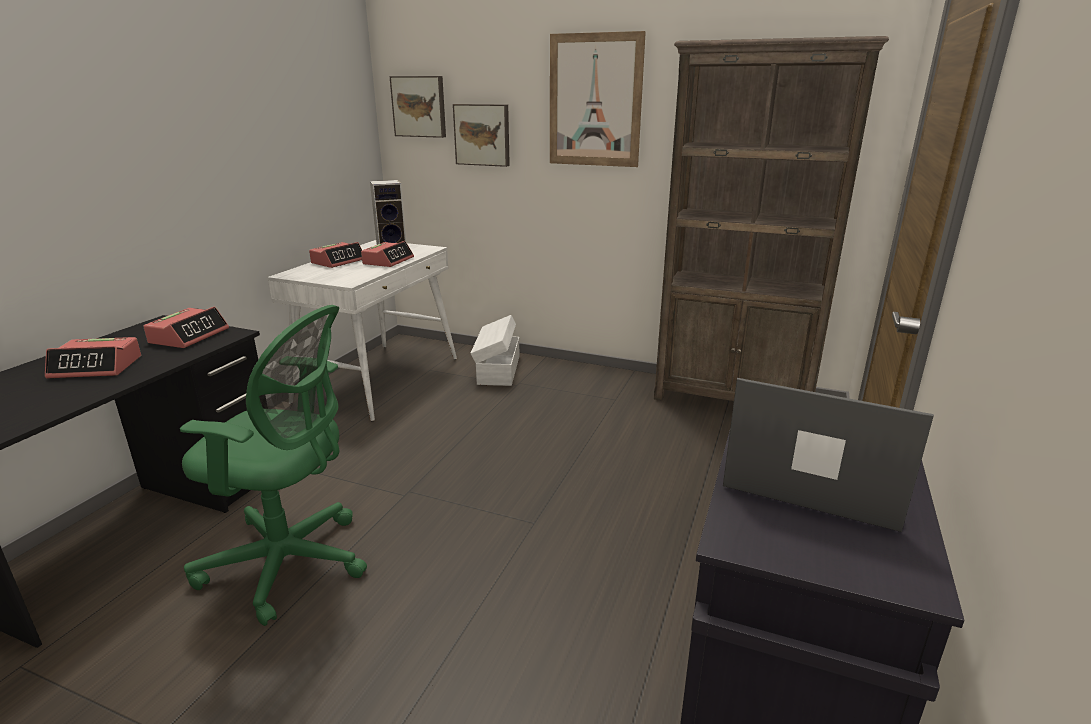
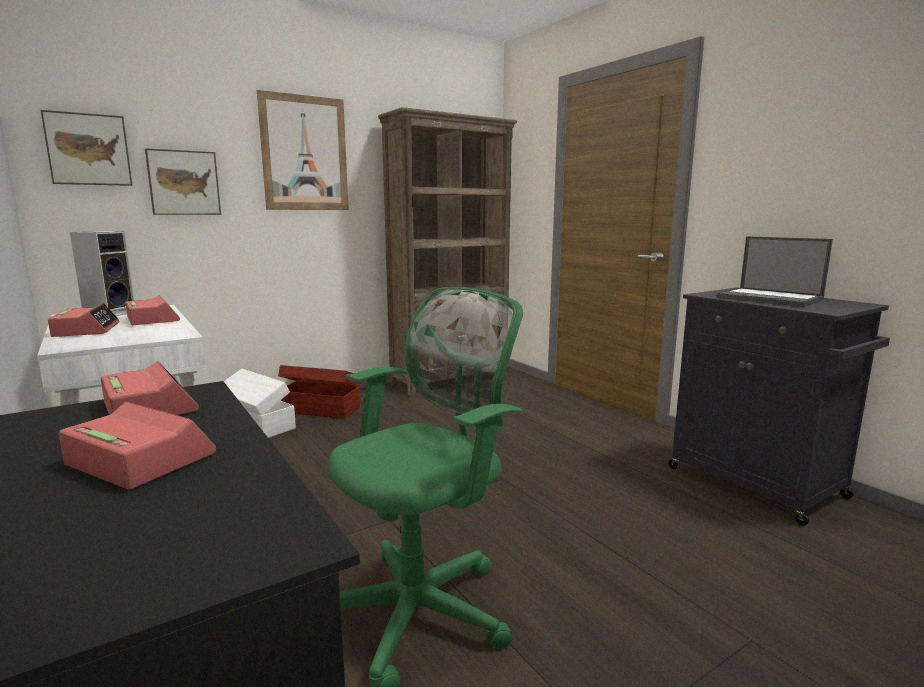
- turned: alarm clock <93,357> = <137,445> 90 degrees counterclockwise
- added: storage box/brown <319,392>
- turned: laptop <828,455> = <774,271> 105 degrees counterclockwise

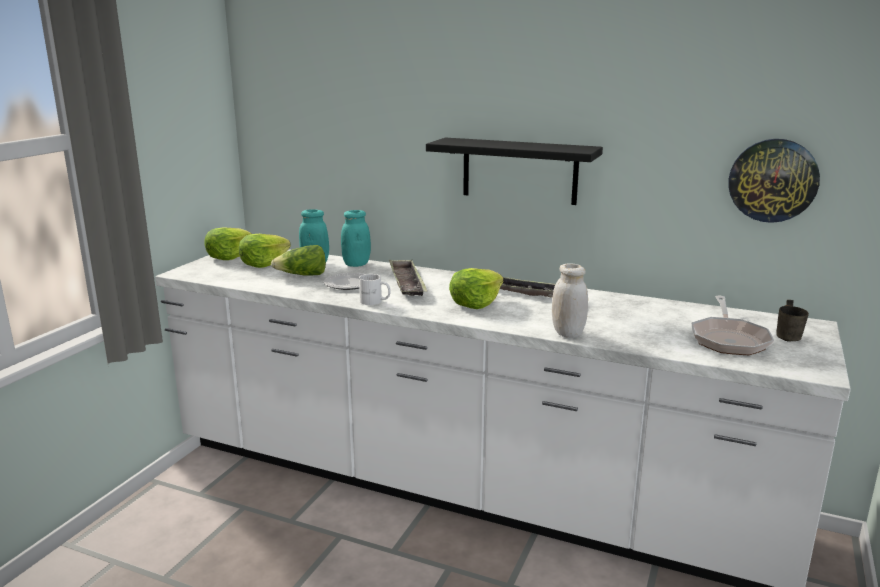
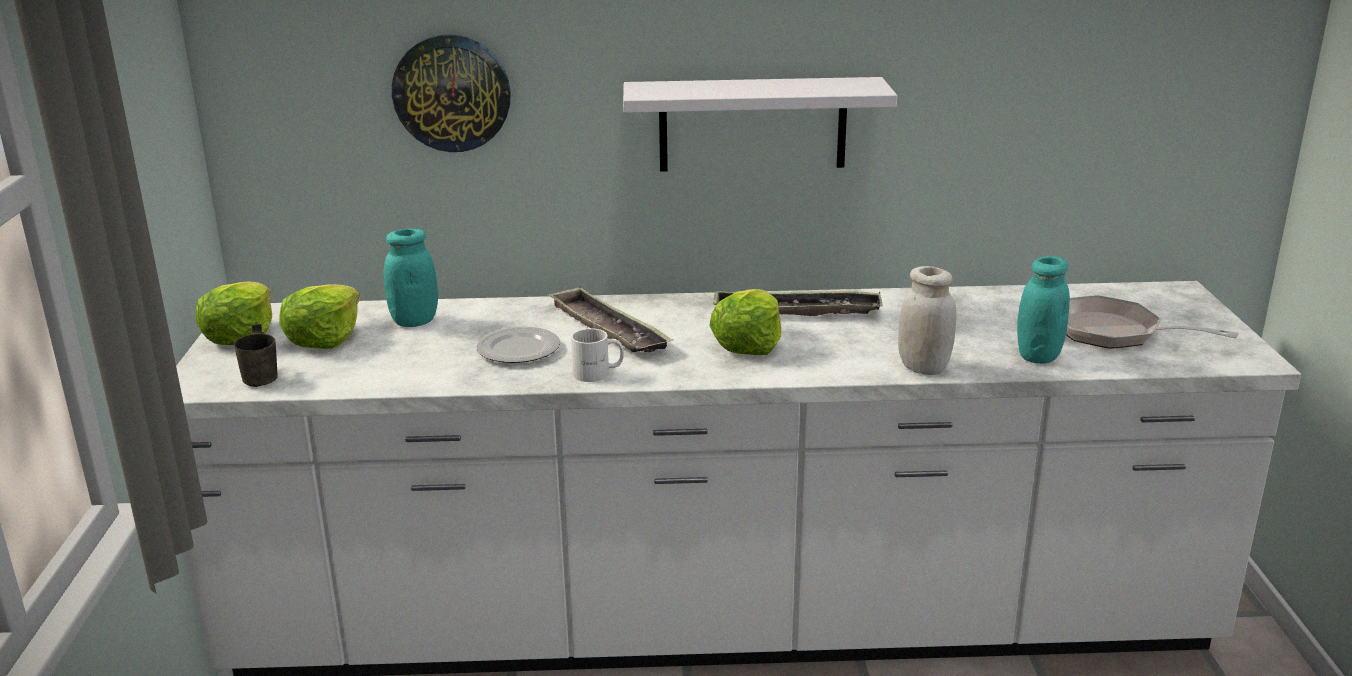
- moved: mug/grey <792,321> to <256,355>
- moved: wall clock <774,181> to <451,93>
- recoloured: shelf/black <514,171> to shelf/white <760,124>
- moved: jar/turquoise <356,238> to <1043,310>
- turned: frying pan <733,325> = <1152,322> 135 degrees clockwise
- removed: lettuce <298,260>

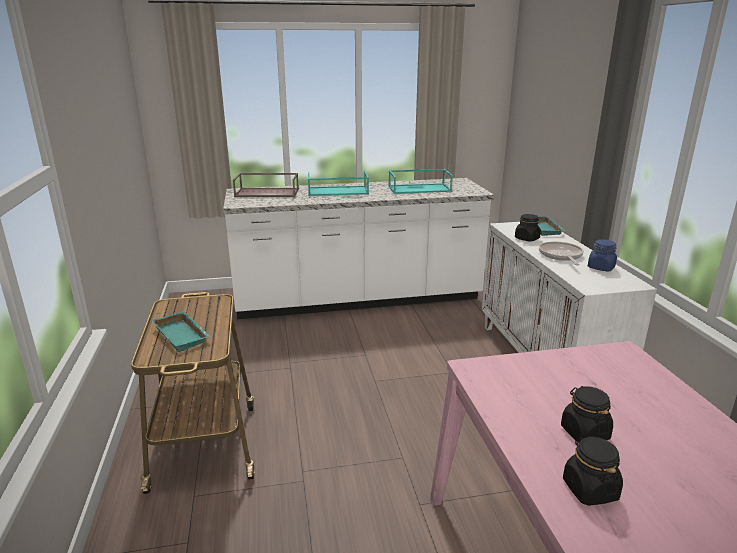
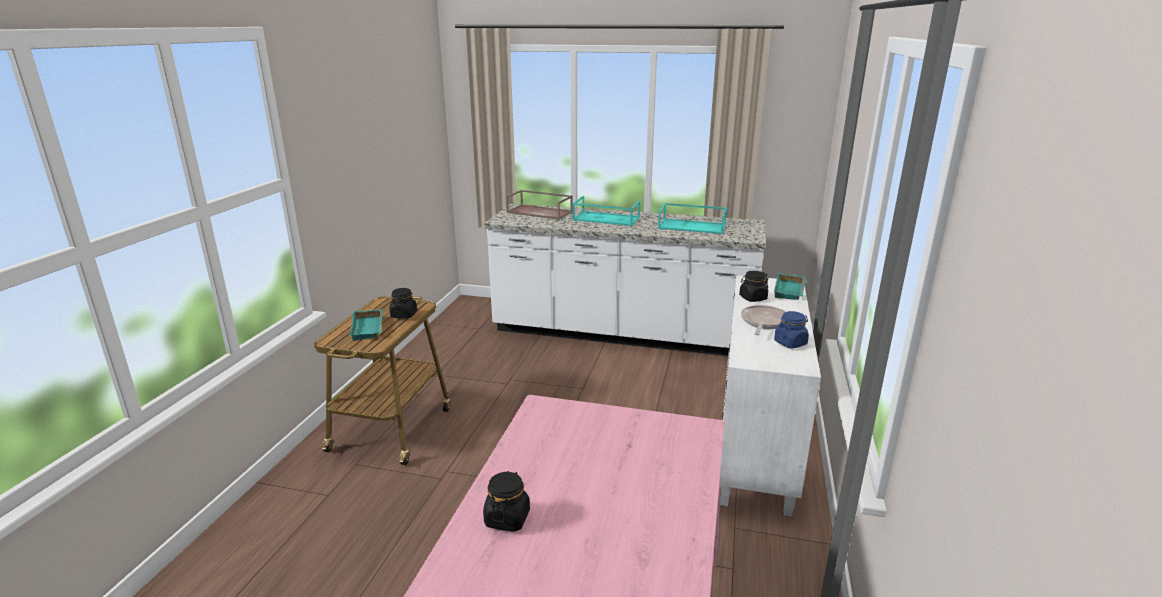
- moved: jar/black <587,414> to <403,303>

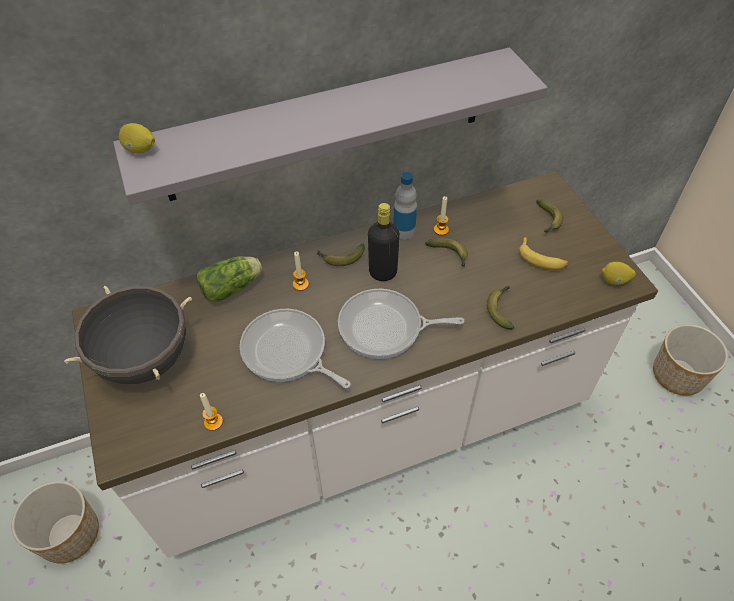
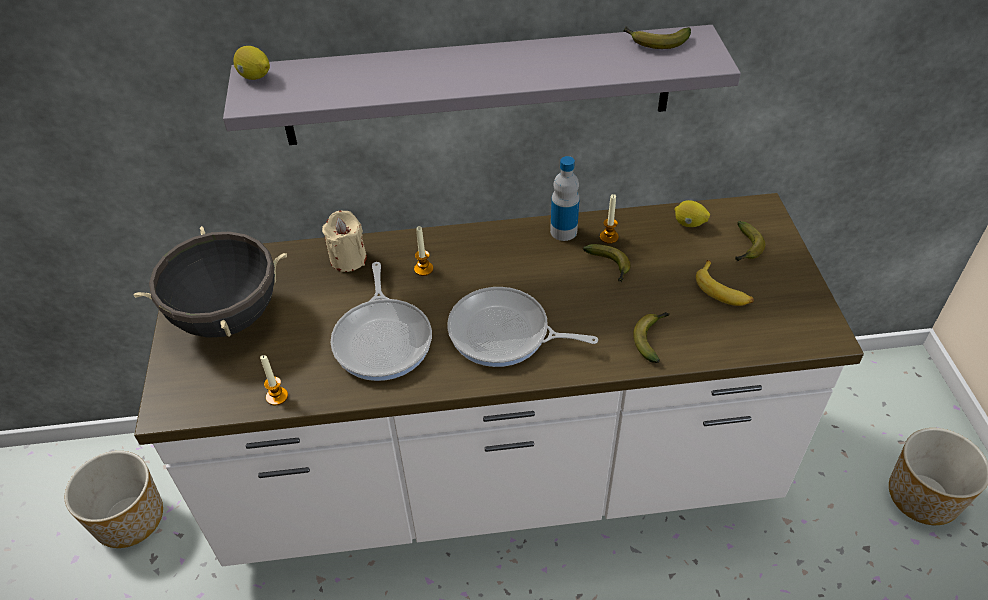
- replaced: lettuce <229,279> to candle/beige <344,241>
- turned: frying pan <295,348> = <381,321> 150 degrees counterclockwise
- moved: banana <340,254> to <657,37>
- moved: lemon <618,273> to <692,213>
- removed: bottle/black <384,242>

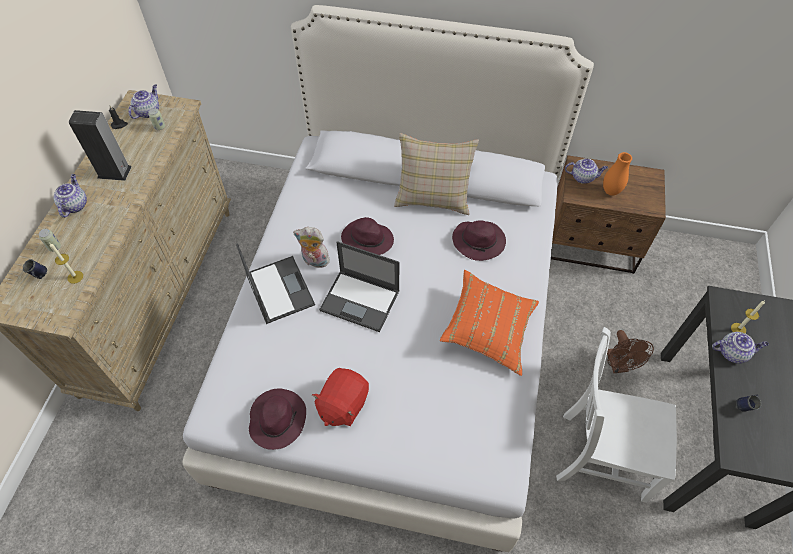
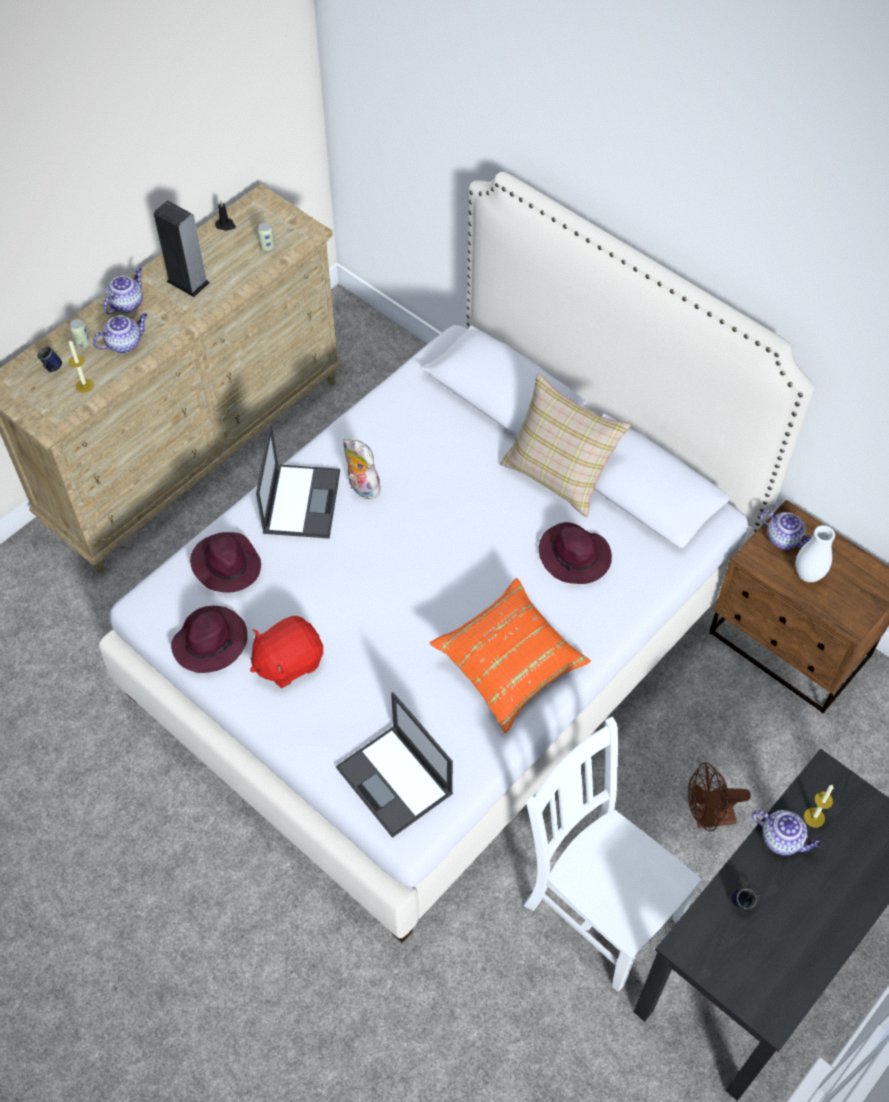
- moved: teapot <143,101> to <120,333>
- moved: hat/purple <367,236> to <225,562>
- moved: laptop <359,286> to <394,765>
- turned: fan/brown <630,351> = <719,796> 60 degrees clockwise
- recoloured: vase/orange <617,174> to vase/white <815,553>

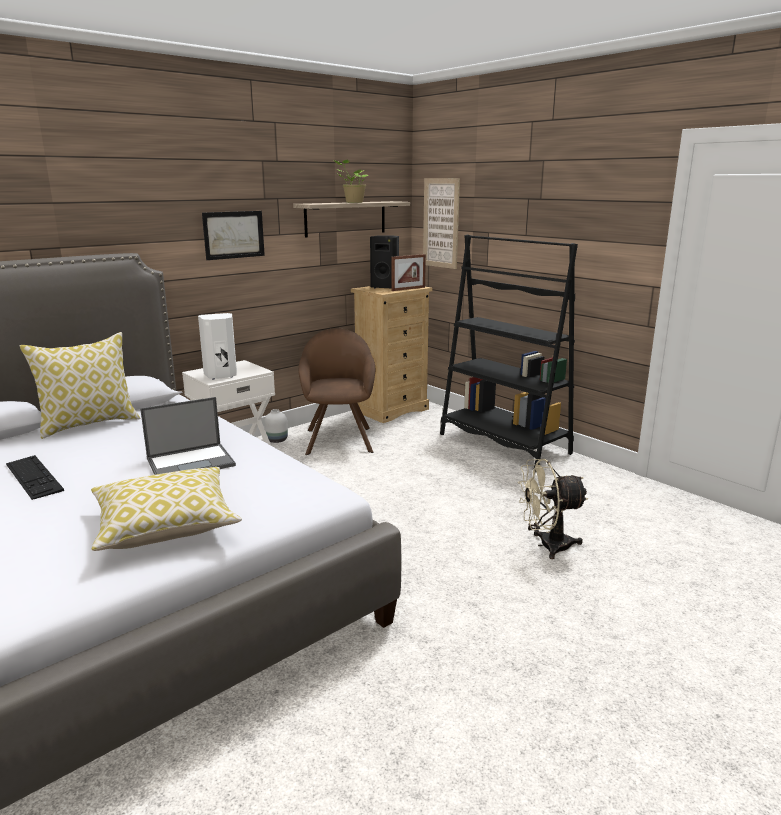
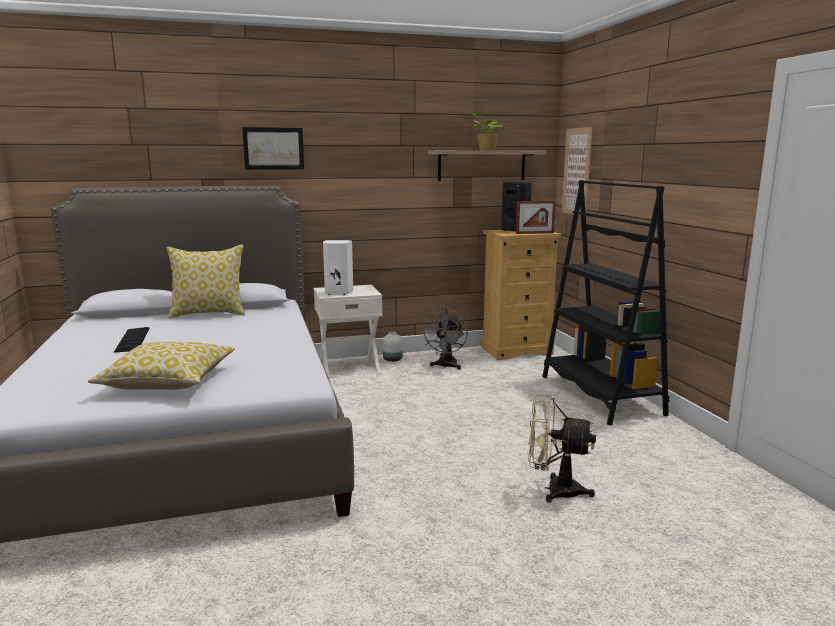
- moved: picture <233,235> to <273,148>
- replaced: armchair/brown <336,391> to fan/grey <444,339>
- removed: laptop <188,436>

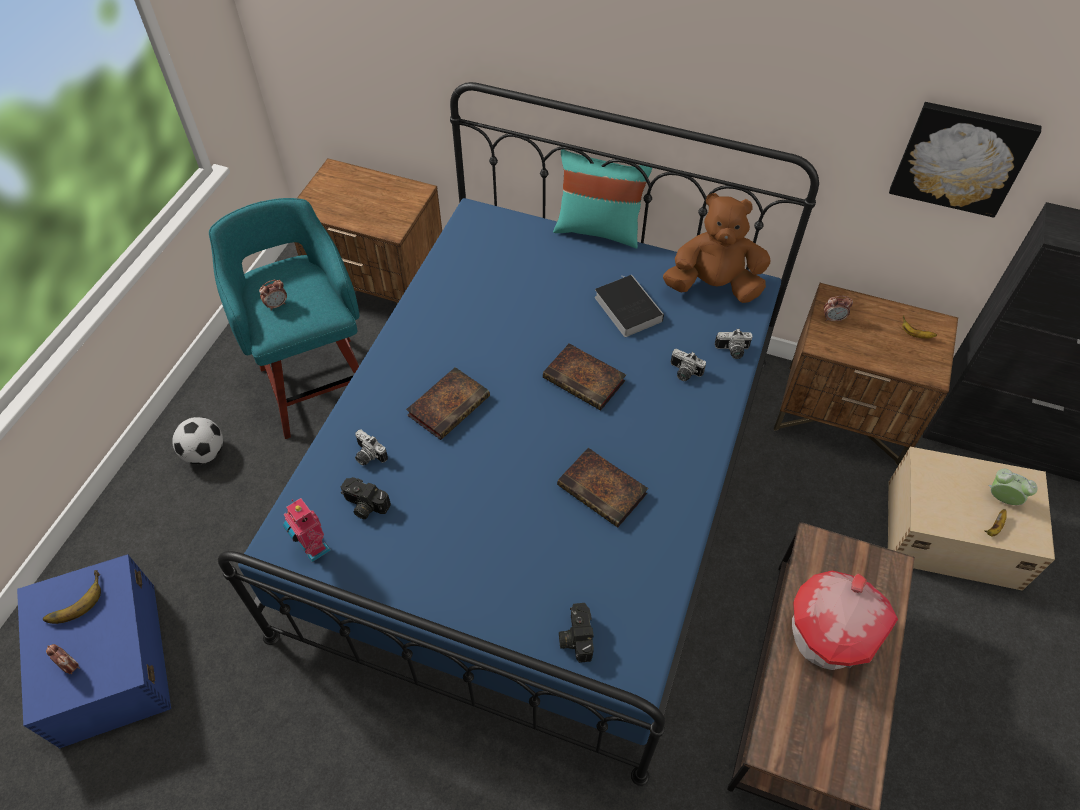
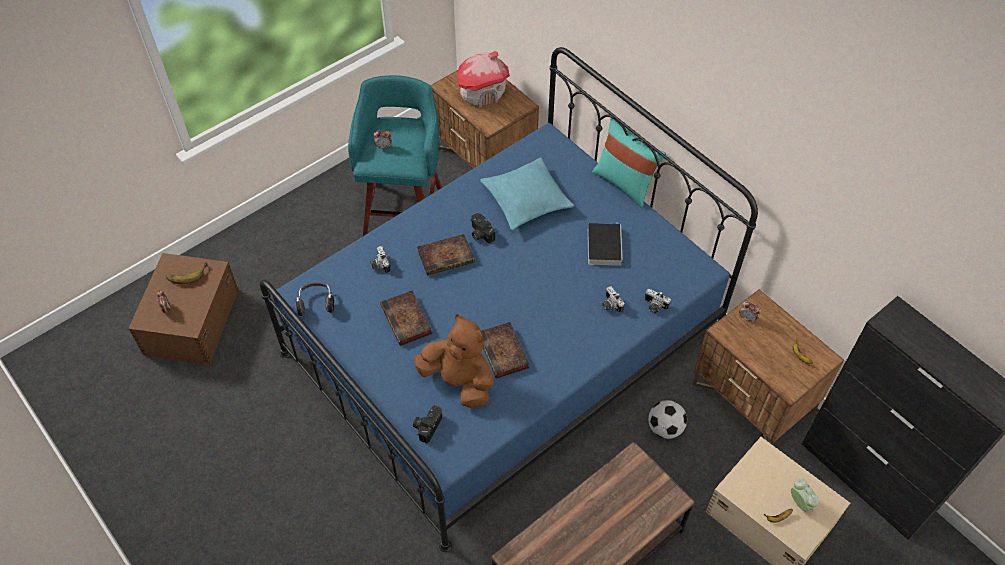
- recoloured: storage box/blue <94,651> to storage box/brown <183,309>
- replaced: toy robot <307,530> to headphones <314,299>
- moved: book <584,377> to <406,318>
- moved: plush toy/brown <717,248> to <454,361>
- moved: toy house <845,620> to <483,79>
- moved: photo camera <366,498> to <482,228>
- added: pillow/turquoise <527,194>
- moved: football <197,440> to <667,419>
- removed: picture <965,160>

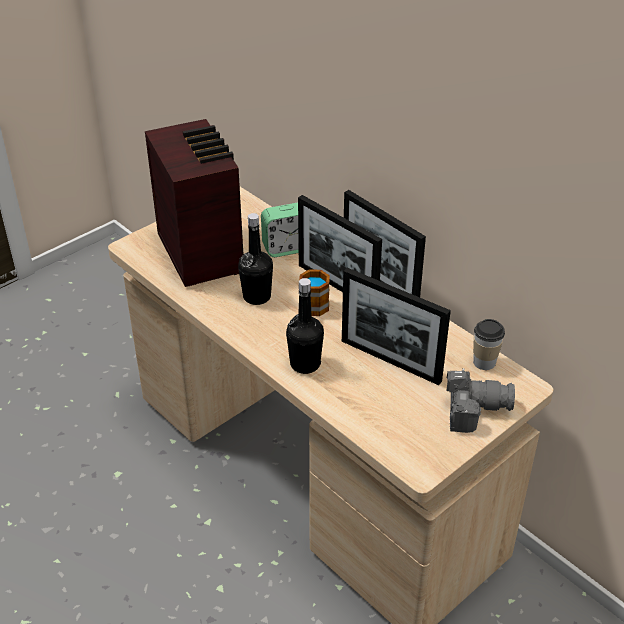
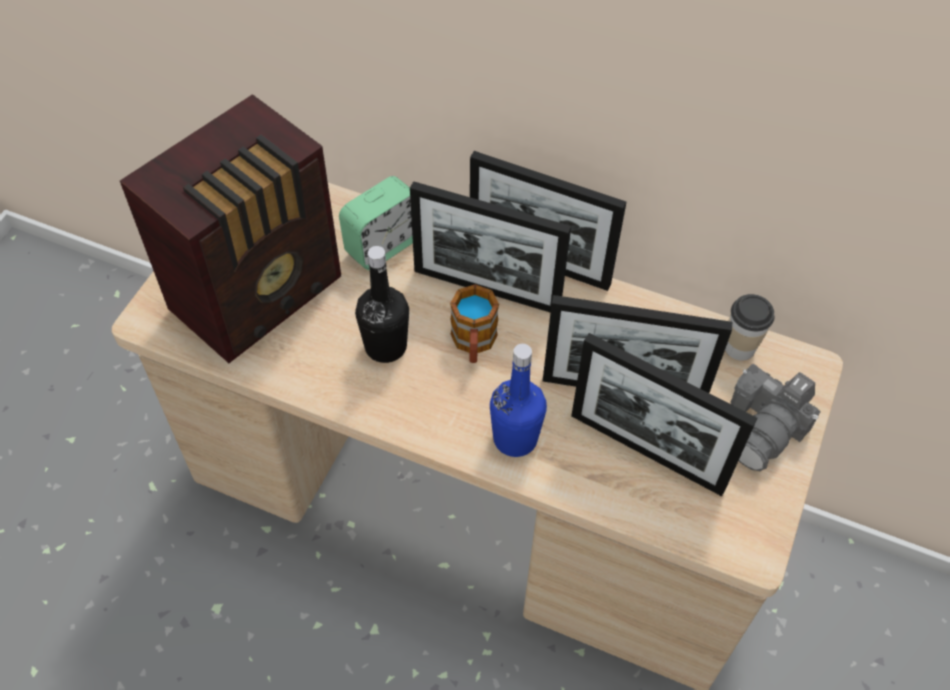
- turned: radio <194,203> = <230,228> 90 degrees clockwise
- recoloured: bottle/black <305,326> to bottle/blue <518,400>
- added: picture frame <664,414>
- turned: photo camera <480,400> = <775,417> 150 degrees clockwise

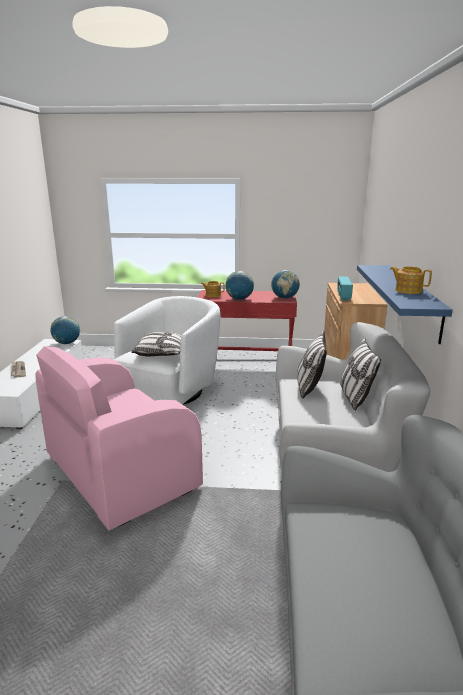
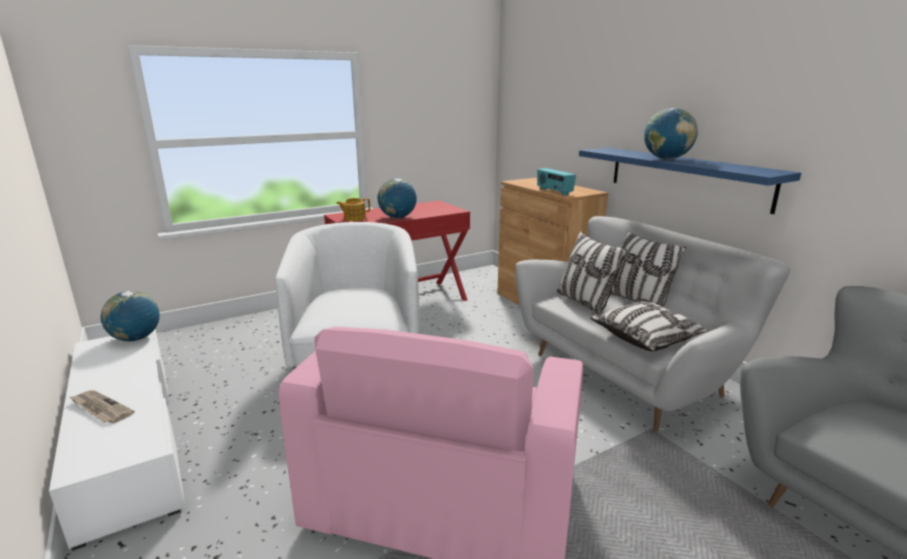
- moved: pillow <156,344> to <650,326>
- moved: globe <285,284> to <671,134>
- removed: teapot <411,280>

